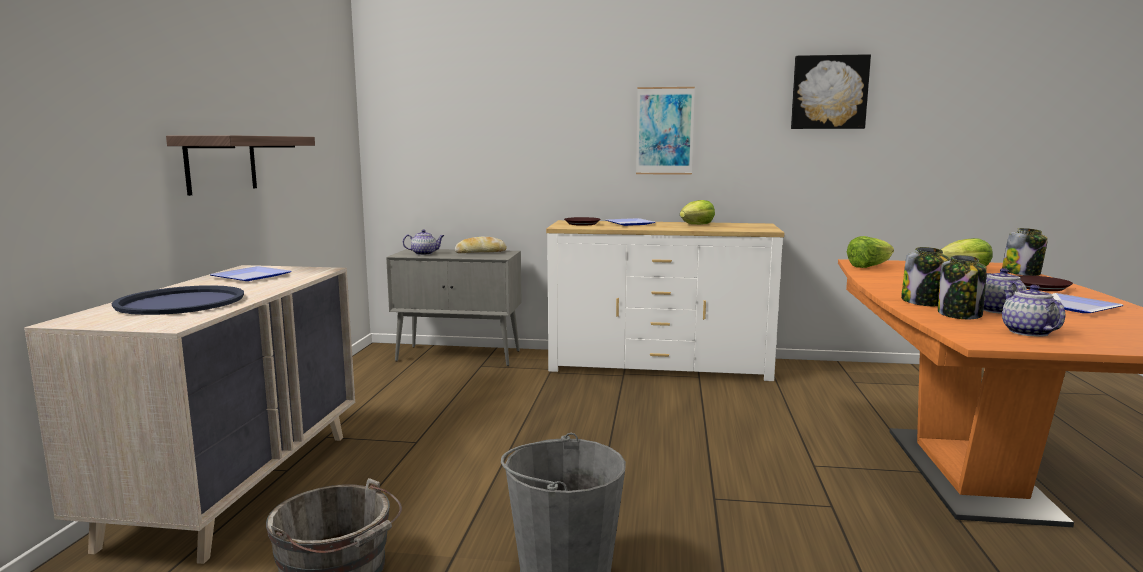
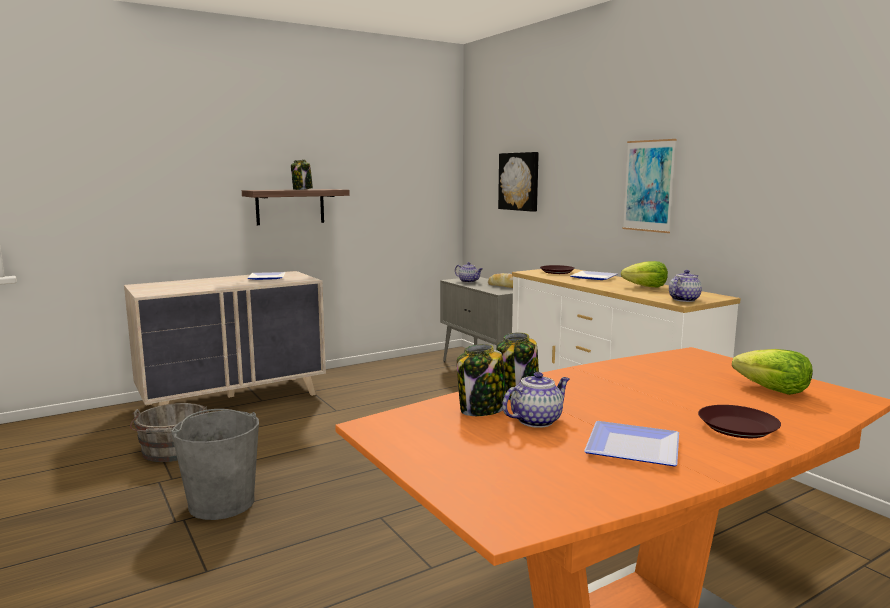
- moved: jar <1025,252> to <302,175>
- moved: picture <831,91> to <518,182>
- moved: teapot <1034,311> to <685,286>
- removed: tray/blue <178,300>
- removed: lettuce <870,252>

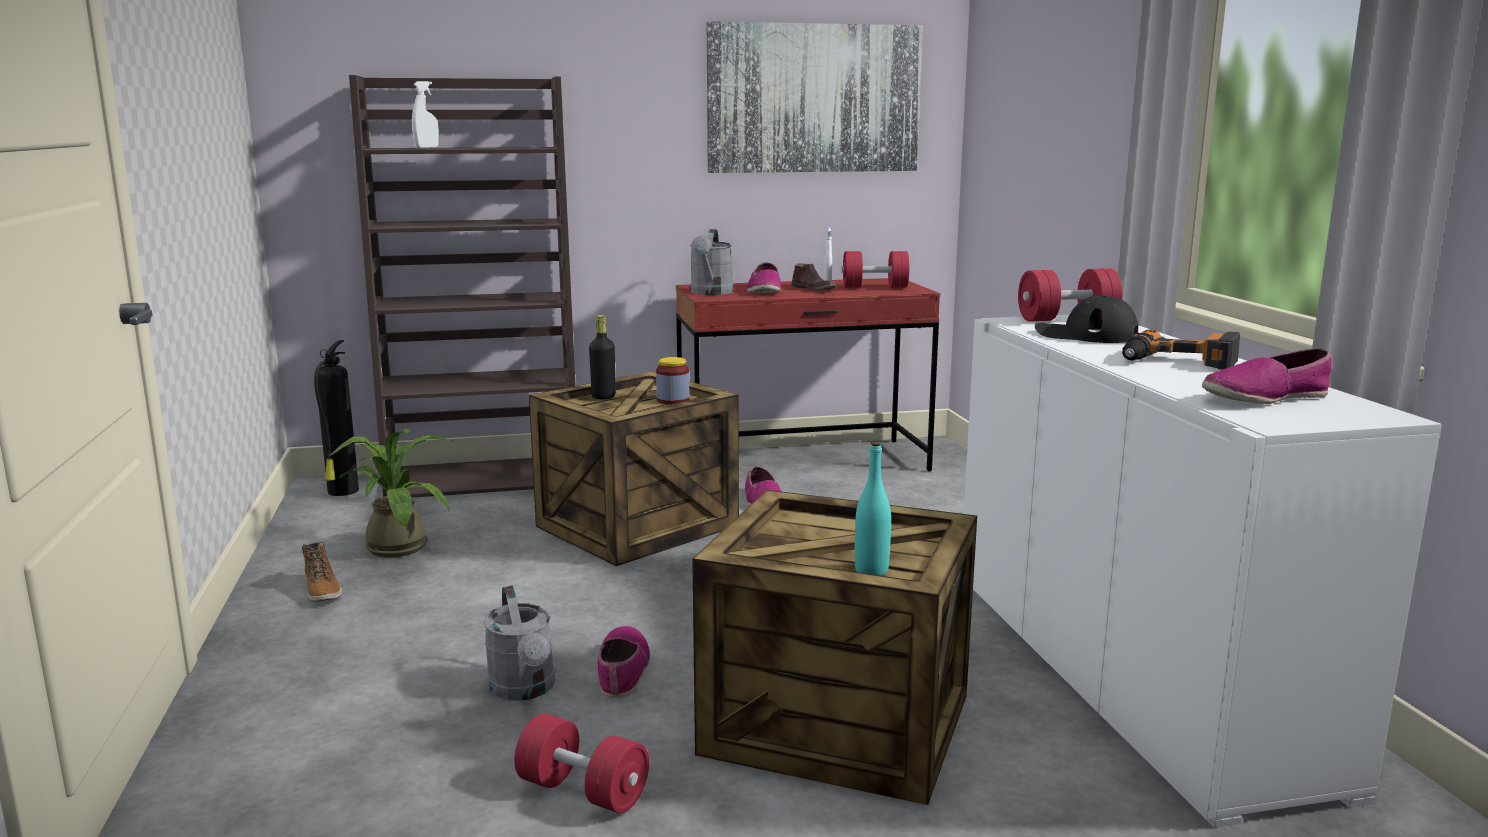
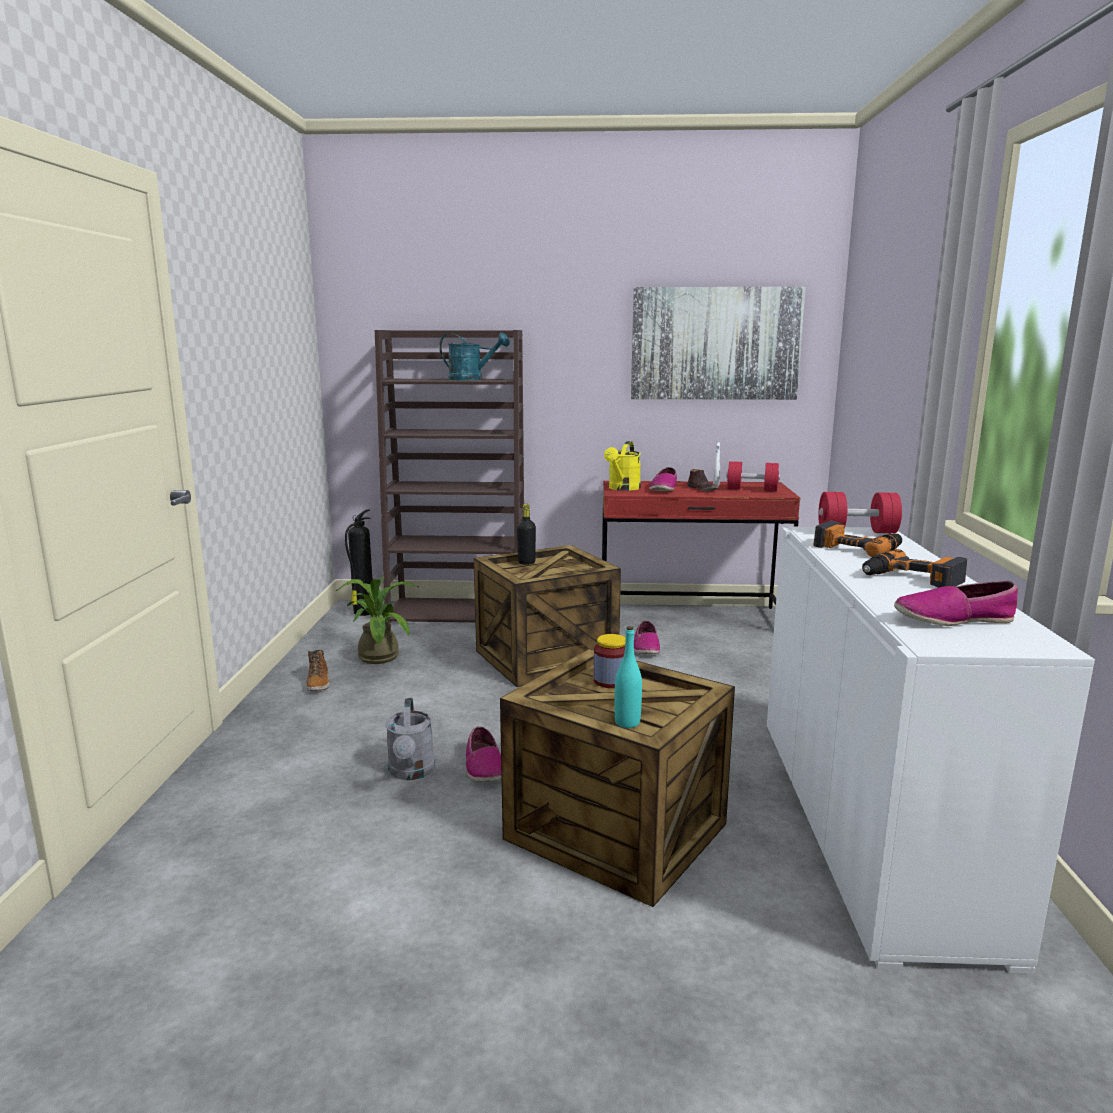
- added: watering can/turquoise <474,356>
- turned: shoe <624,662> = <484,754> 150 degrees clockwise
- moved: jar <672,381> to <610,661>
- recoloured: watering can/grey <712,262> to watering can/yellow <622,466>
- replaced: cap/black <1087,319> to power drill <857,539>
- removed: spray bottle/white <425,115>
- removed: dumbbell/red <581,763>

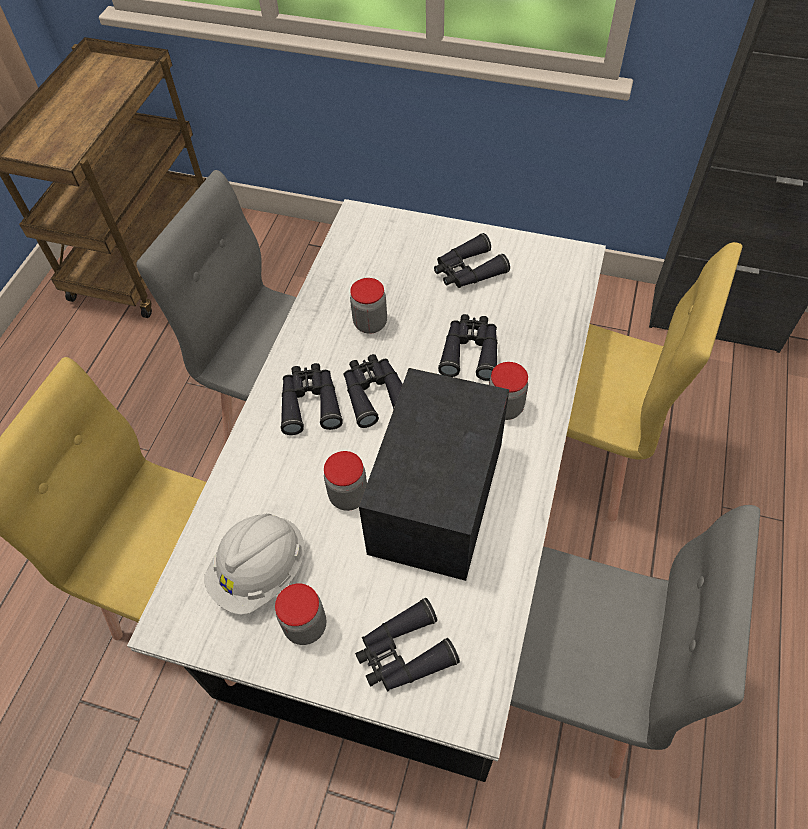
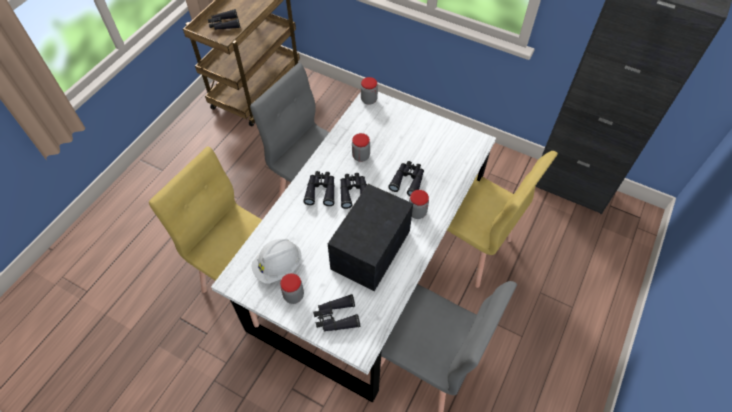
- moved: binoculars/black <472,260> to <224,19>
- moved: jar <345,481> to <369,91>

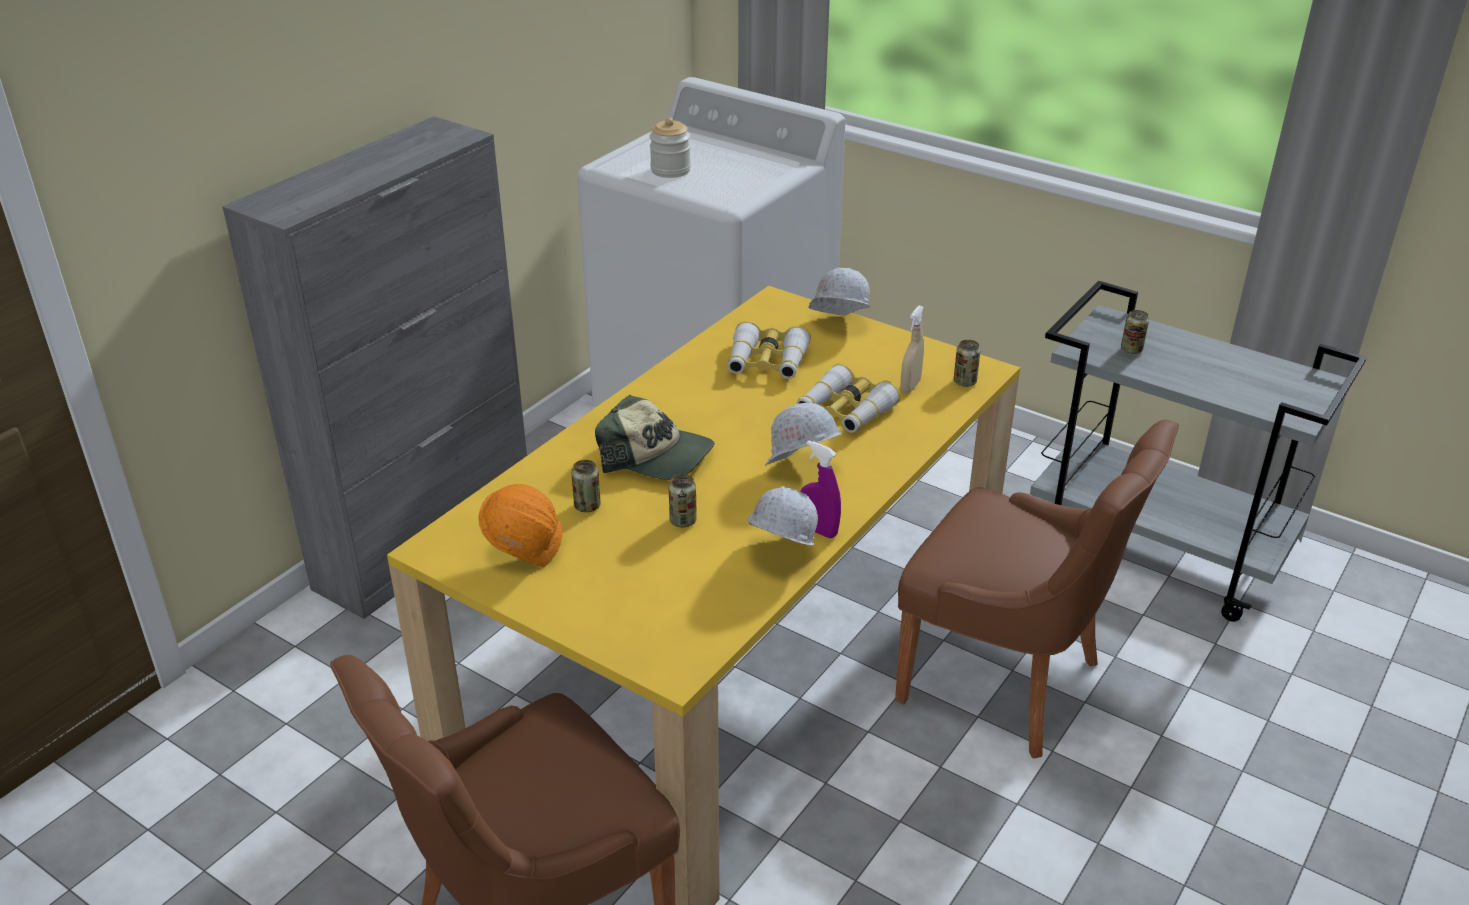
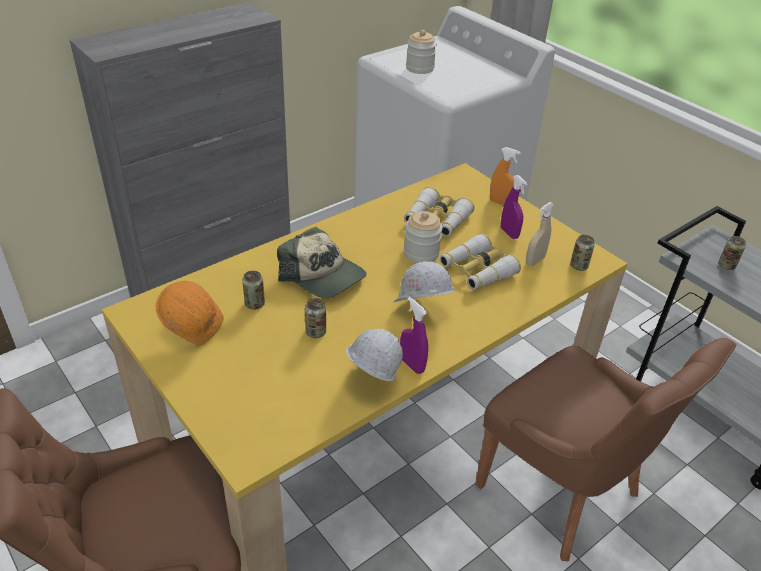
- added: jar <423,237>
- replaced: hard hat/white <839,291> to spray bottle/orange <505,176>
- added: spray bottle/purple <514,207>

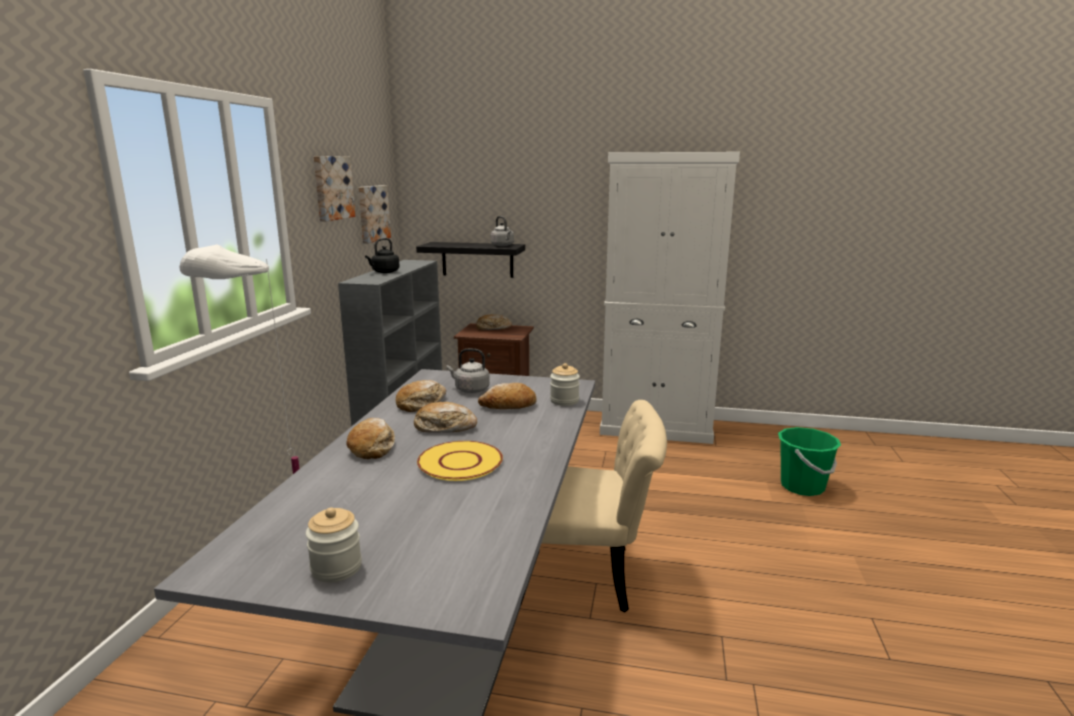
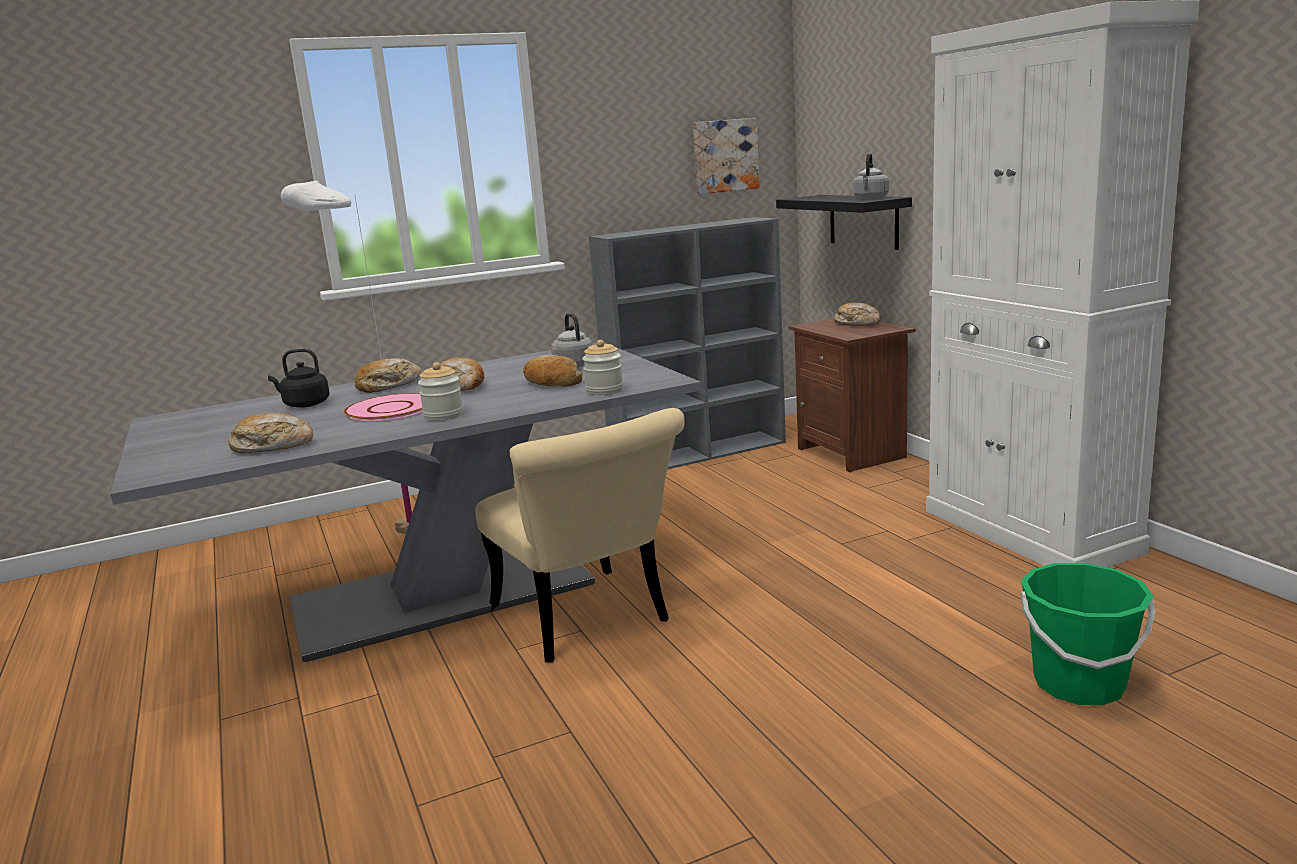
- moved: bread <420,396> to <270,433>
- moved: kettle/black <382,255> to <299,378>
- recoloured: plate/yellow <460,461> to plate/pink <383,407>
- moved: jar <334,544> to <440,391>
- removed: picture <334,189>

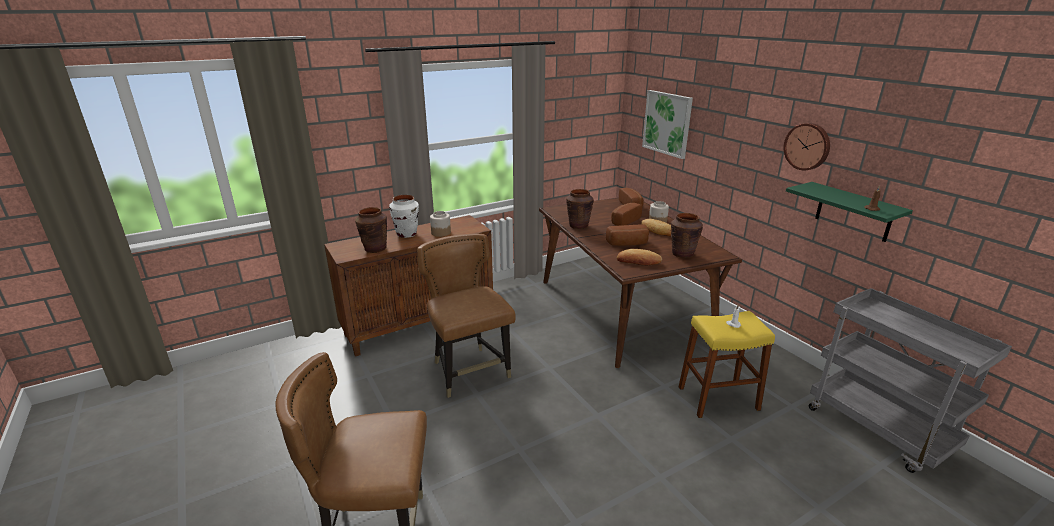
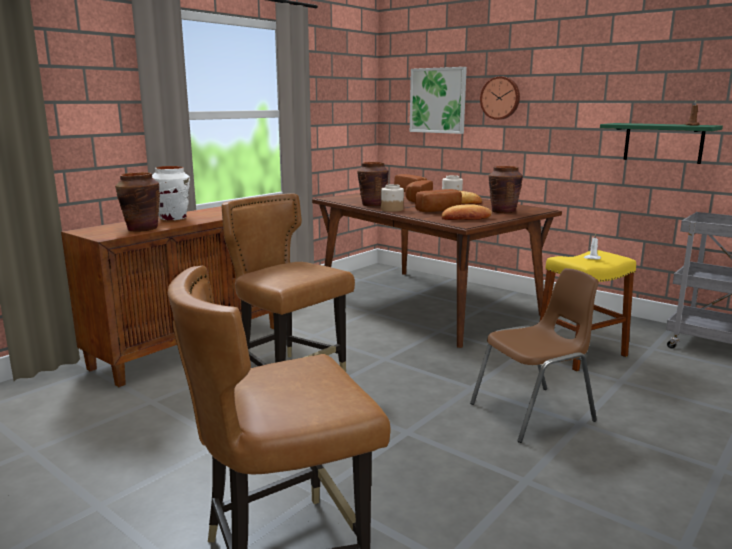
- moved: jar <440,224> to <392,198>
- added: chair/brown <534,355>
- moved: wall clock <806,146> to <500,98>

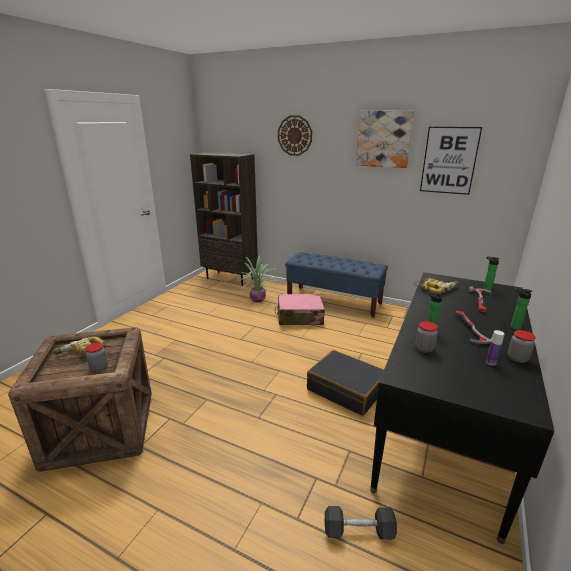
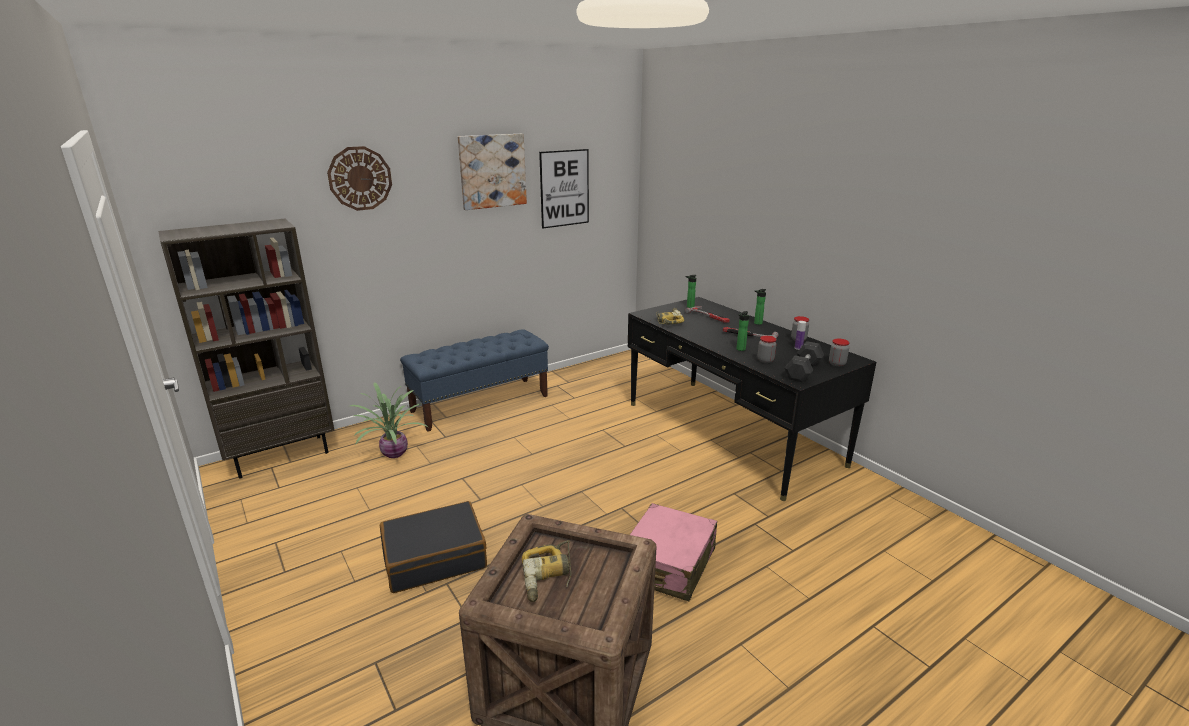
- moved: suitcase/black <345,383> to <433,547>
- moved: suitcase/pink <300,309> to <673,552>
- moved: dumbbell/grey <361,522> to <804,361>
- moved: jar <96,357> to <839,352>

